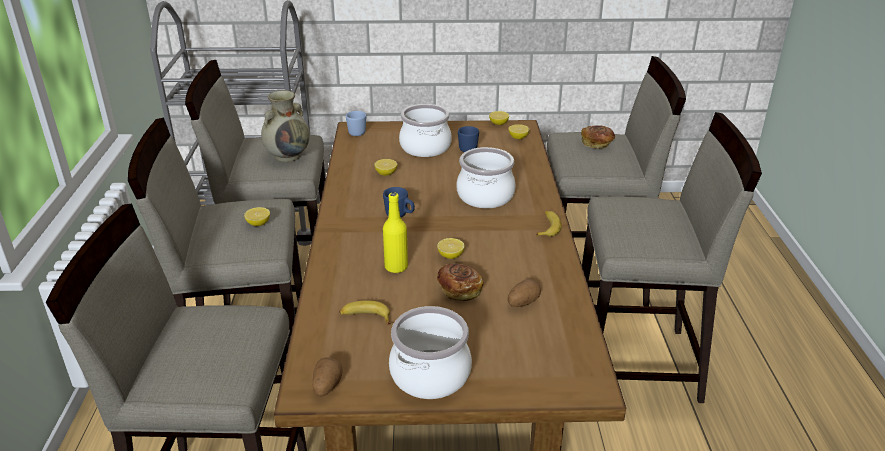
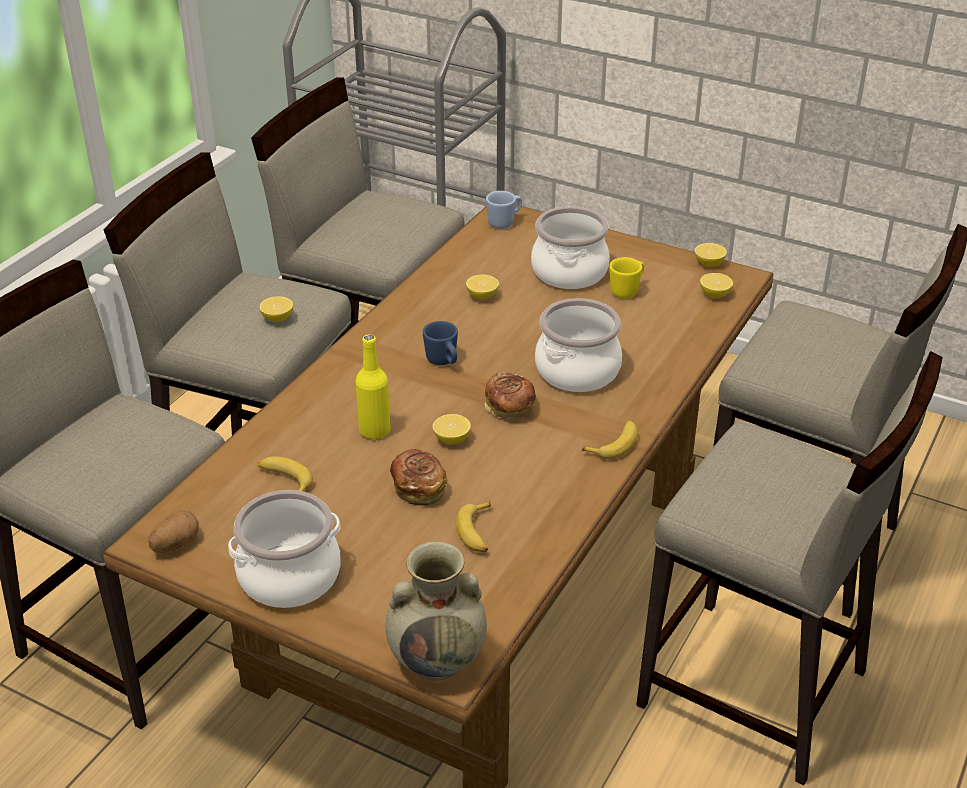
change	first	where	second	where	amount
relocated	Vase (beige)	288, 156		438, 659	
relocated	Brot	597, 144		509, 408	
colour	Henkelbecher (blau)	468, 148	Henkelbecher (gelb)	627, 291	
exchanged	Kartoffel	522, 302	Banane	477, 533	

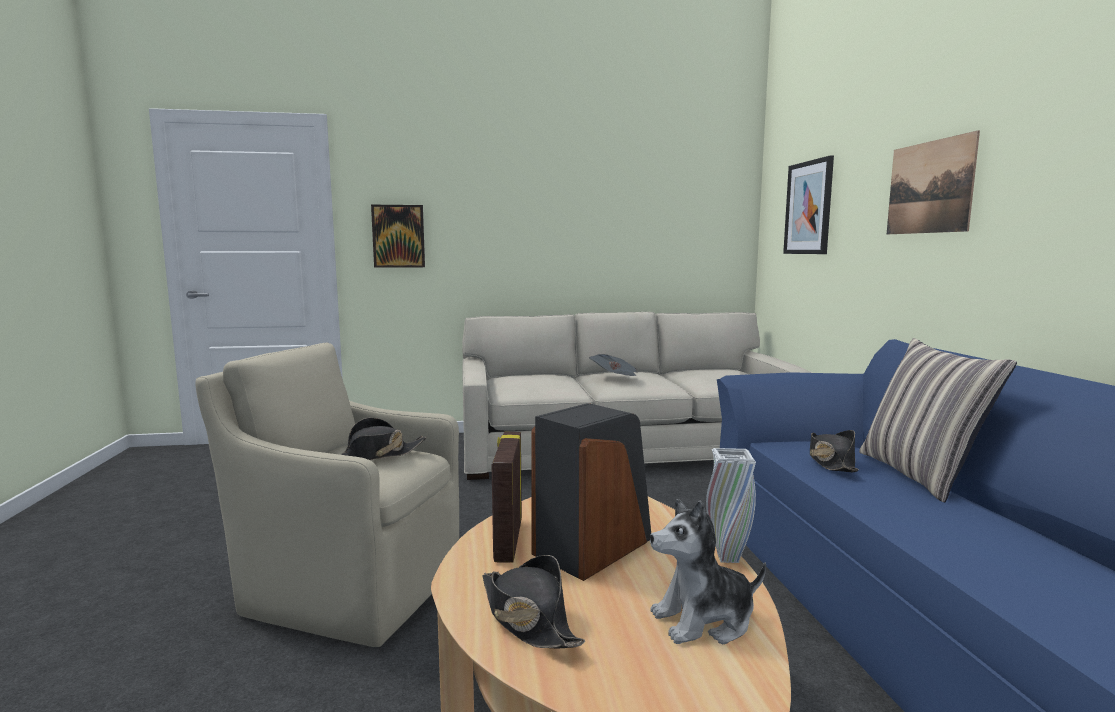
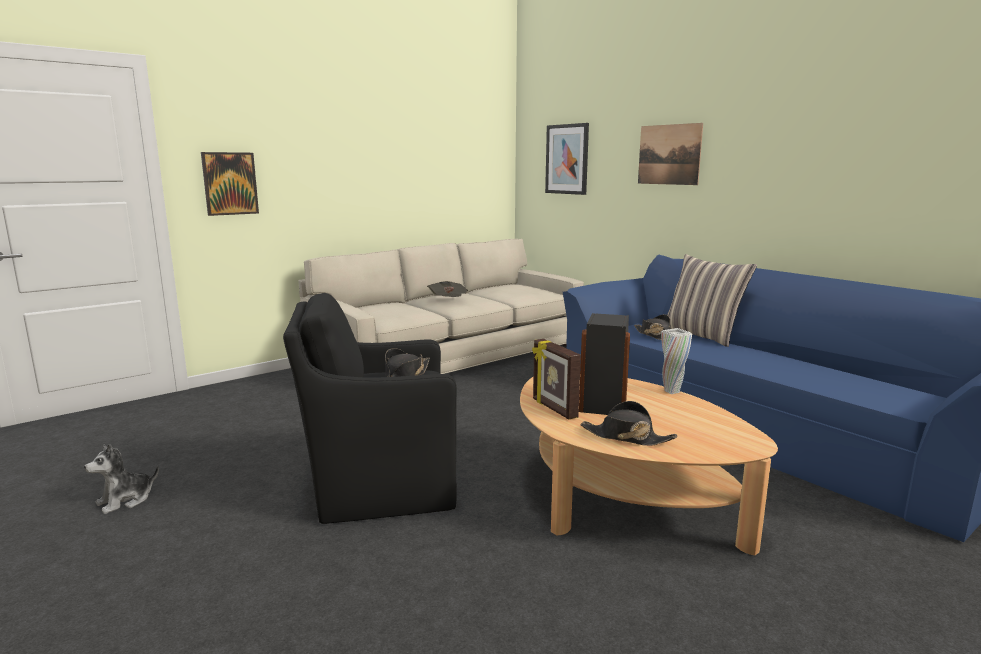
change	first	where	second	where	amount
colour	Sessel (beige)	350, 587	Sessel (schwarz)	379, 486	
relocated	Plüschtier	704, 620		125, 500	

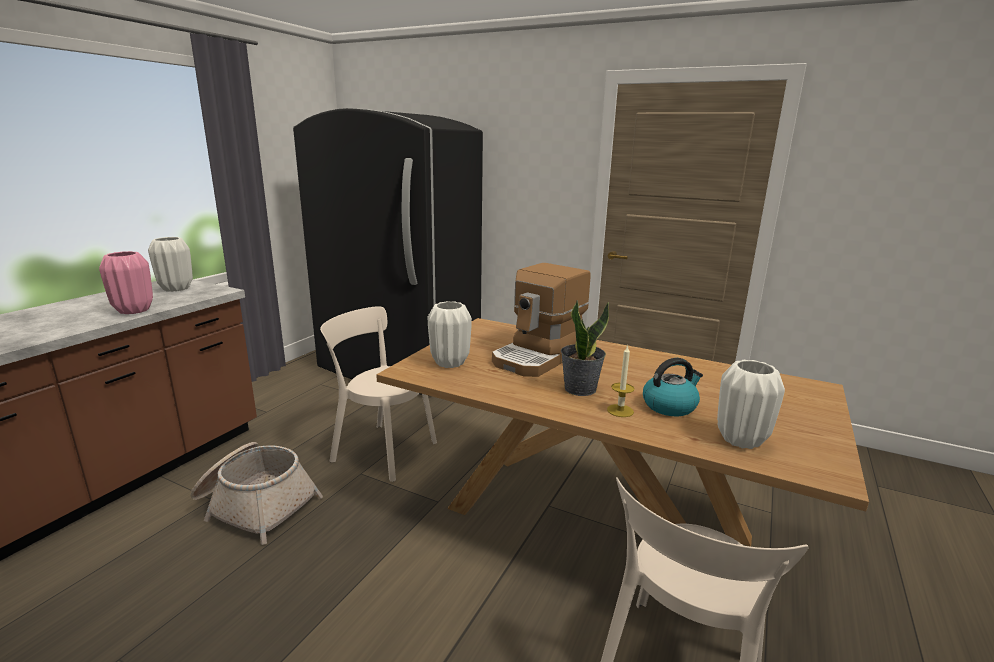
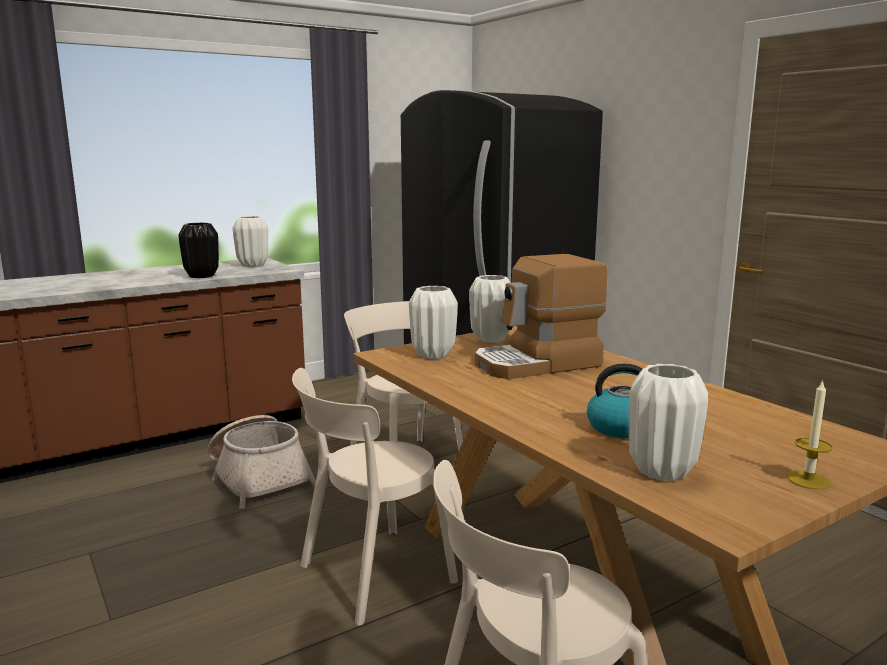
change	first	where	second	where	amount
colour	Vase (rosa)	133, 310	Vase (schwarz)	201, 276	
missing	Topfpflanze	579, 388			
relocated	Kerze	620, 410		808, 480	
appeared			Vase (weiß)	490, 339	
appeared			Stuhl (beige)	370, 576	

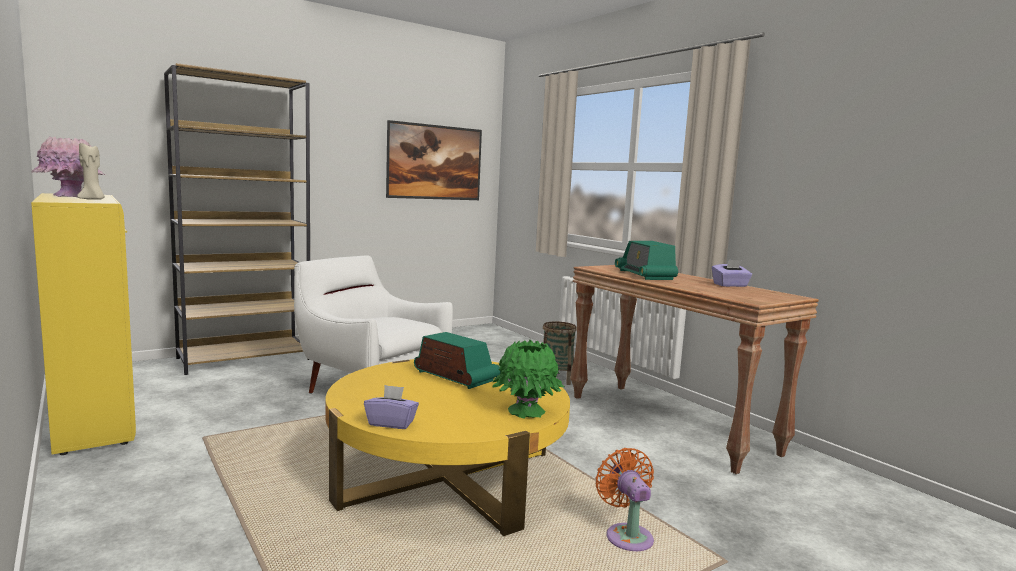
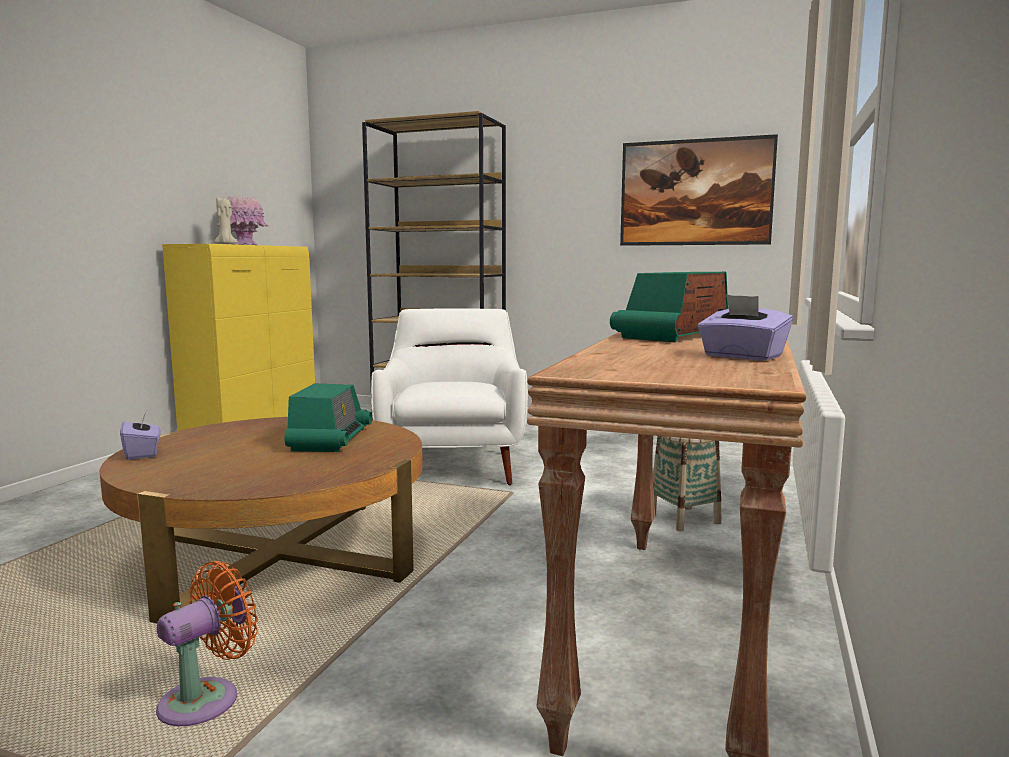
change	first	where	second	where	amount
missing	Vase (grün)	526, 411			
colour	Couchtisch (gelb)	447, 477	Couchtisch (braun)	277, 556	

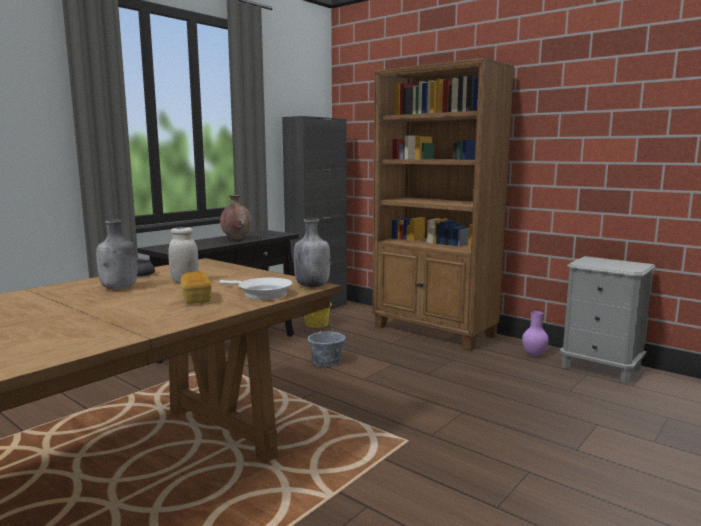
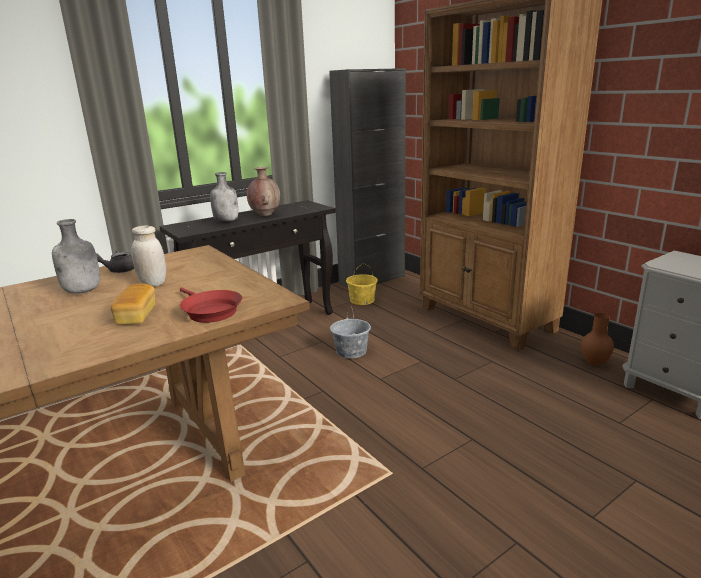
change	first	where	second	where	amount
relocated	Flasche (grau)	312, 286		227, 221	
colour	Pfanne (weiß)	261, 294	Pfanne (rot)	209, 311	
colour	Vase (lila)	534, 355	Vase (braun)	595, 363	

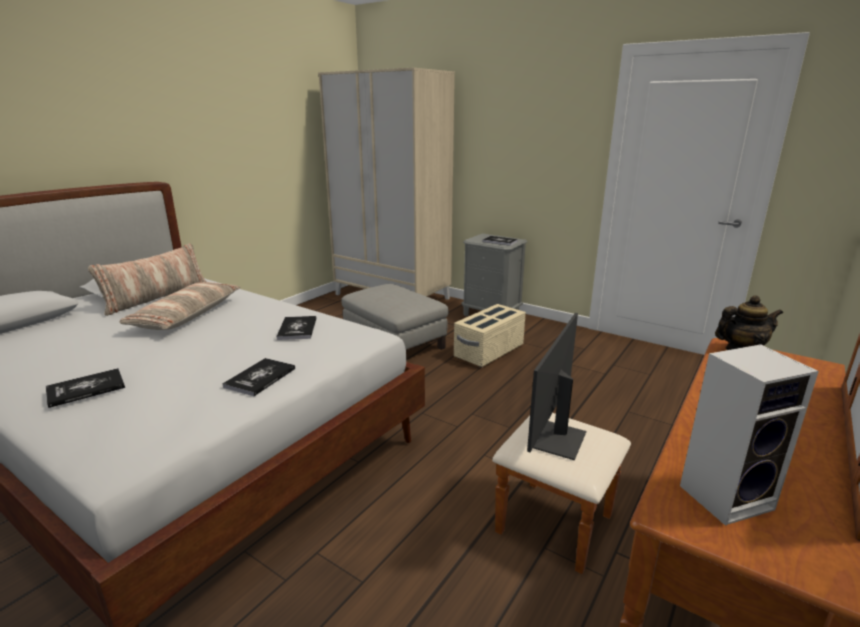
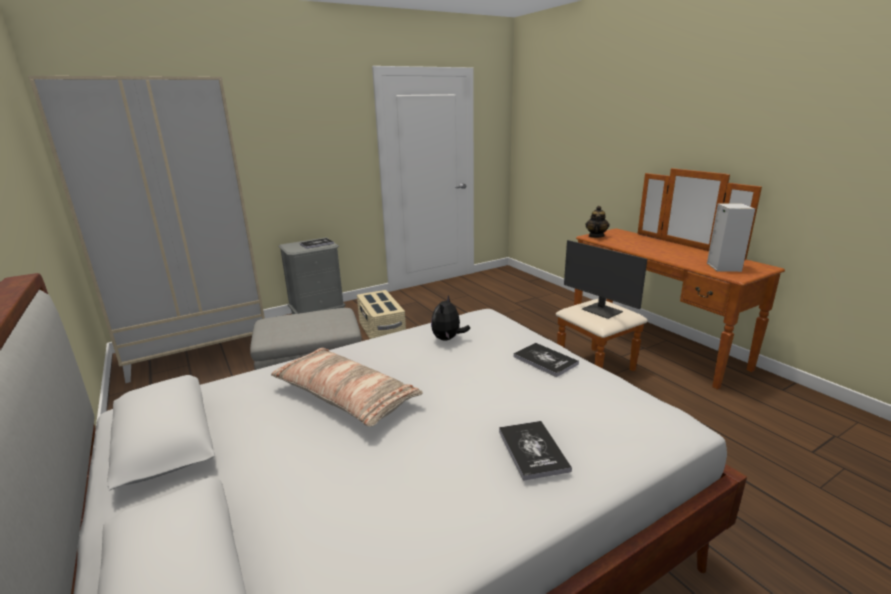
change	first	where	second	where	amount
missing	Kissen	156, 298			
exchanged	Buch	297, 329	Plüschtier	448, 339	

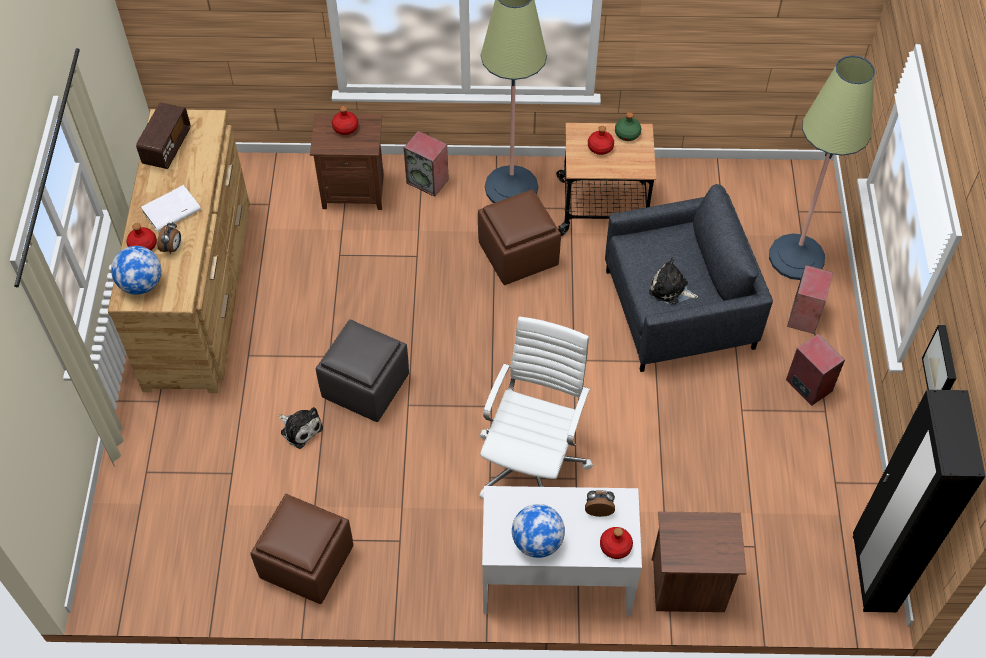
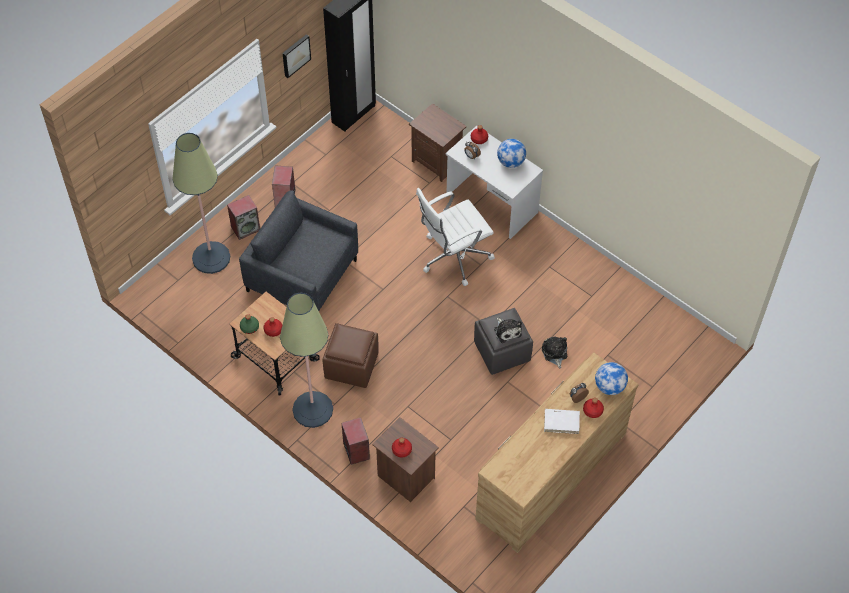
change	first	where	second	where	amount
missing	Radio	167, 147			
relocated	Plüschtier	670, 289		507, 331	
missing	Polsterhocker (braun)	307, 563			

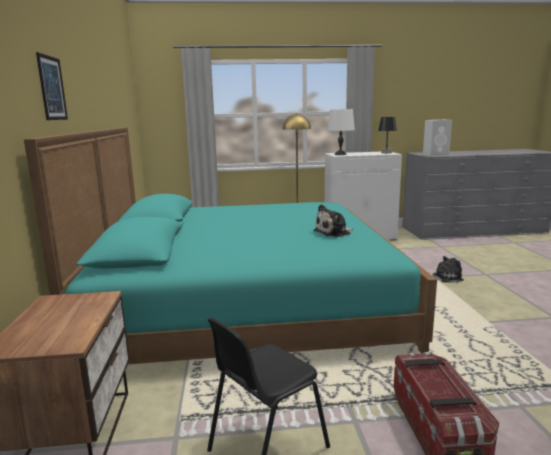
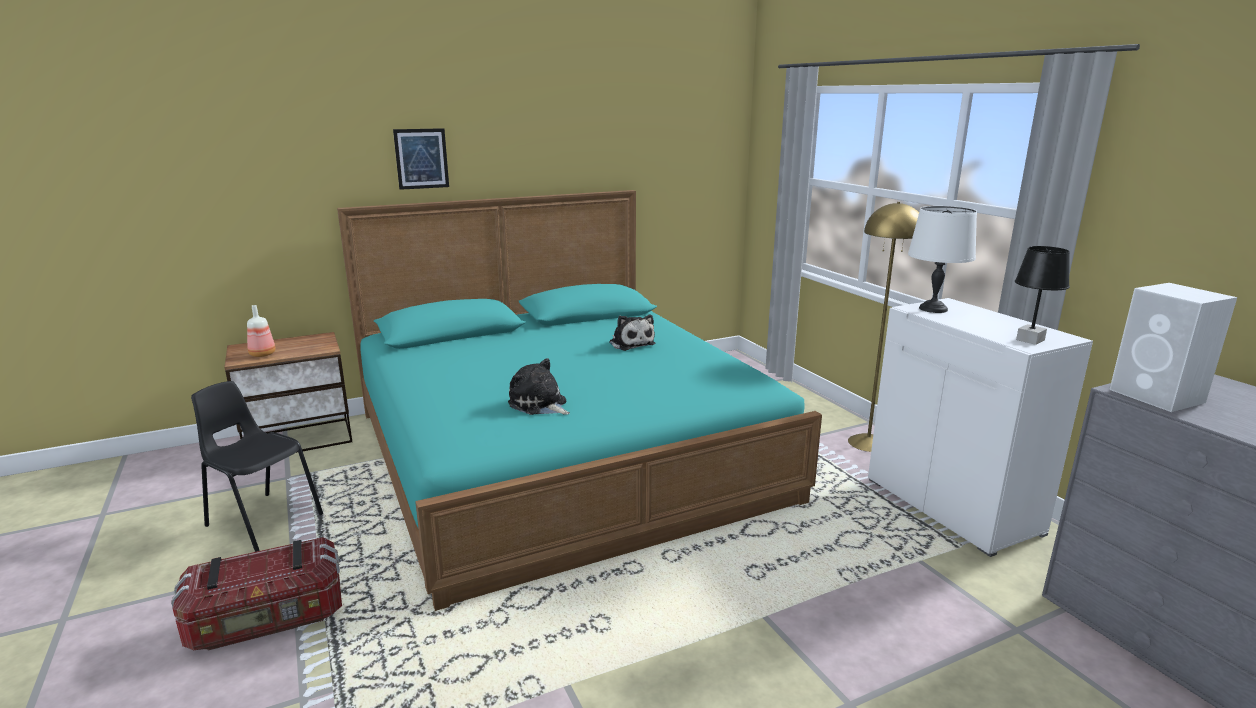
change	first	where	second	where	amount
relocated	Plüschtier	445, 278		631, 343	
appeared			Flasche	261, 354	

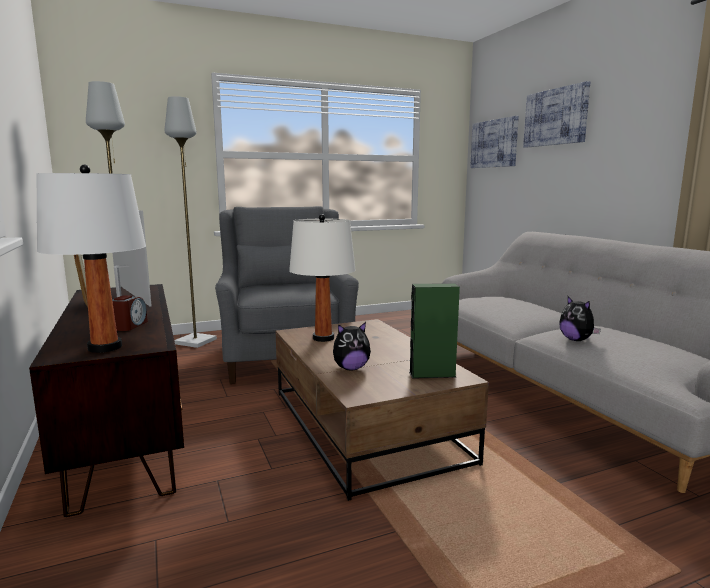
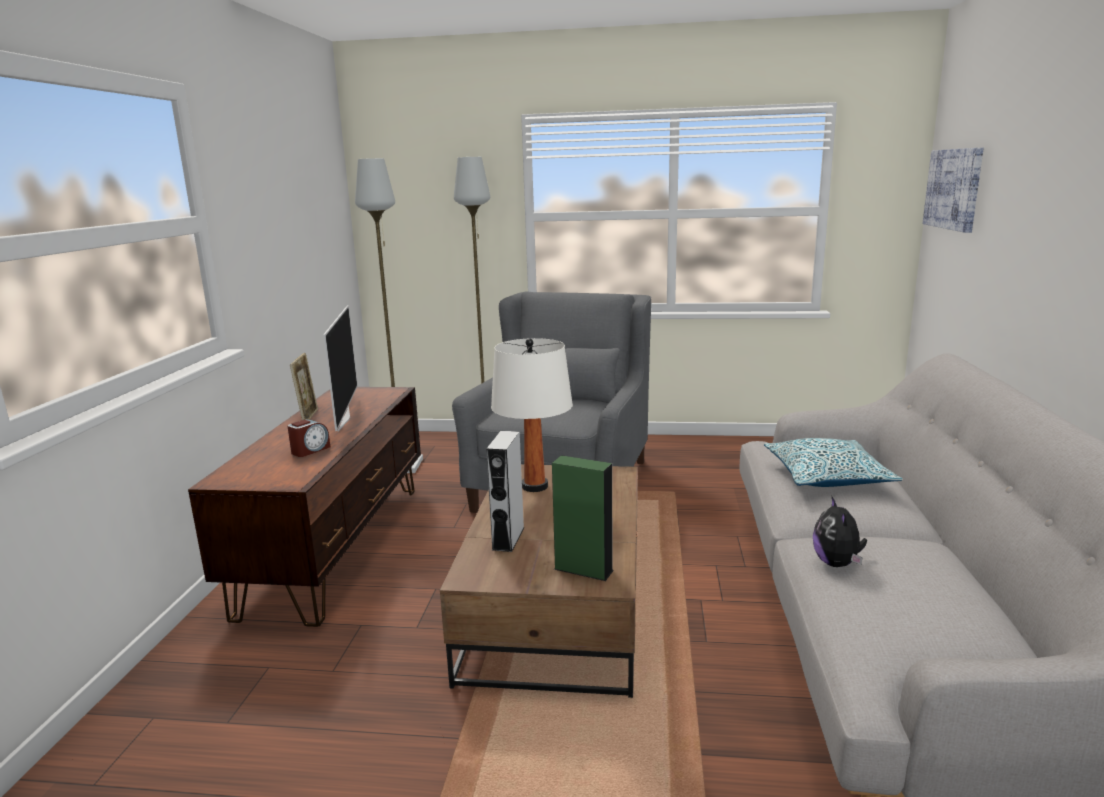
change	first	where	second	where	amount
missing	Bild	555, 117			
missing	Tischlampe (weiß)	105, 347			
exchanged	Plüschtier	351, 368	Lautsprecher (grau)	508, 538	
appeared			Kissen	827, 476	

